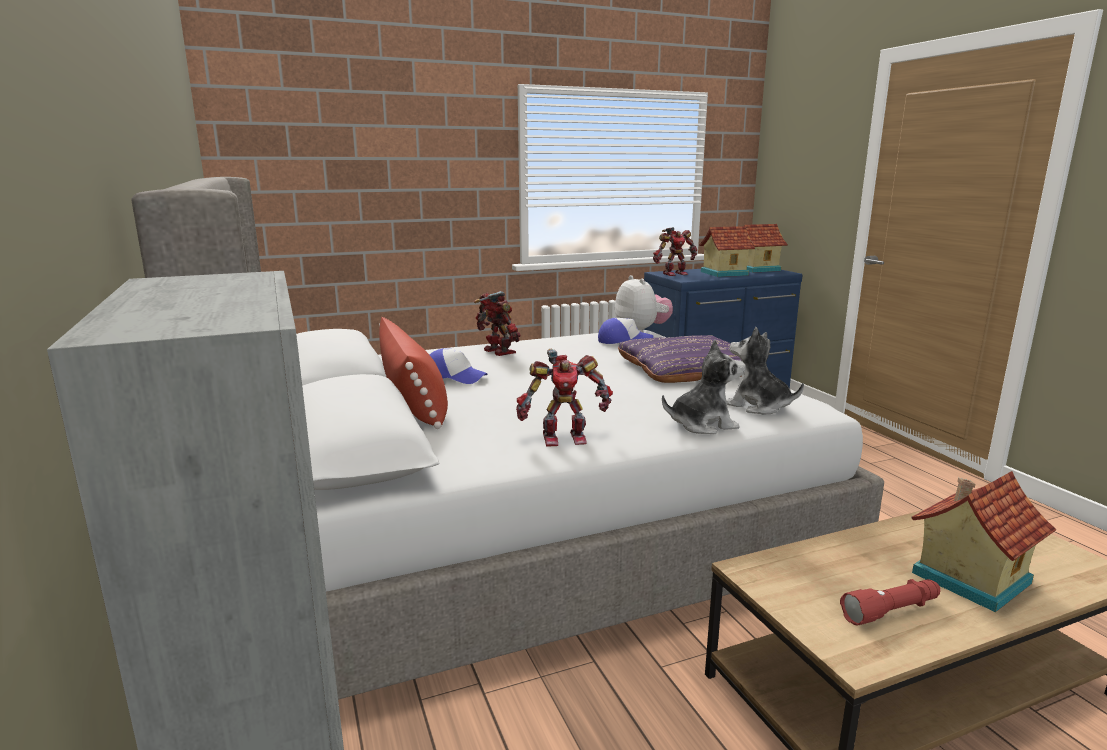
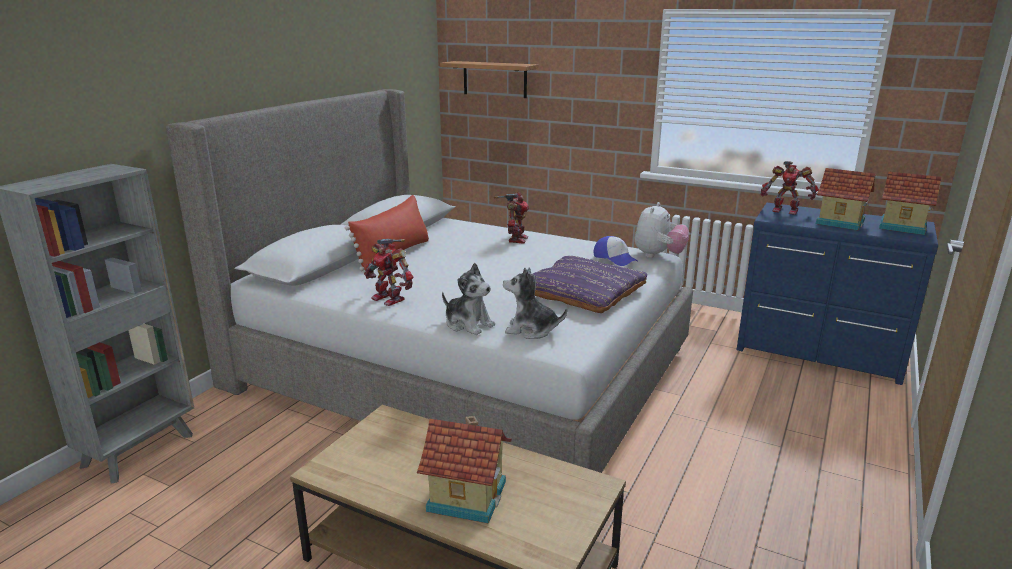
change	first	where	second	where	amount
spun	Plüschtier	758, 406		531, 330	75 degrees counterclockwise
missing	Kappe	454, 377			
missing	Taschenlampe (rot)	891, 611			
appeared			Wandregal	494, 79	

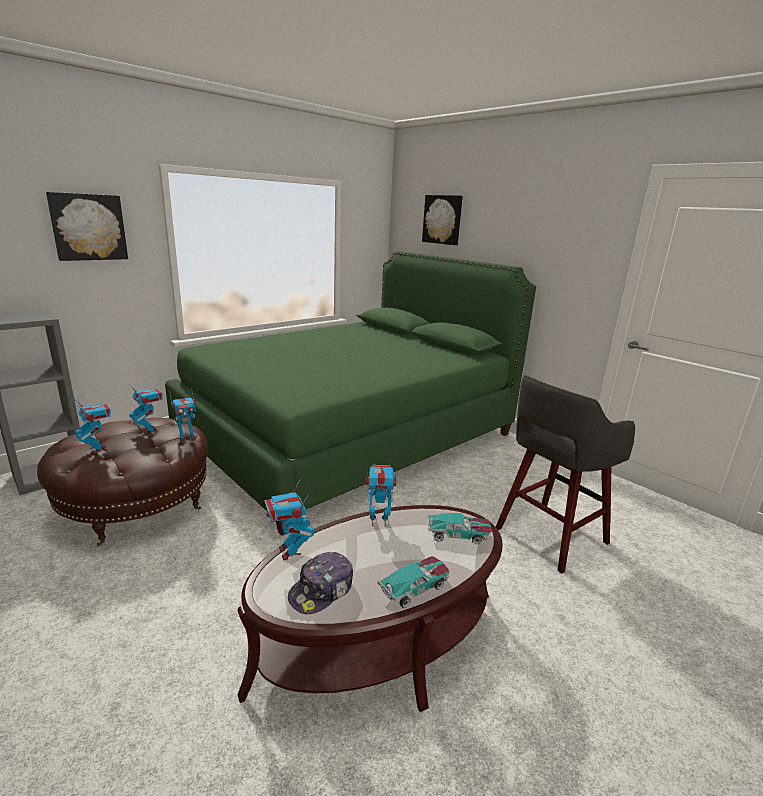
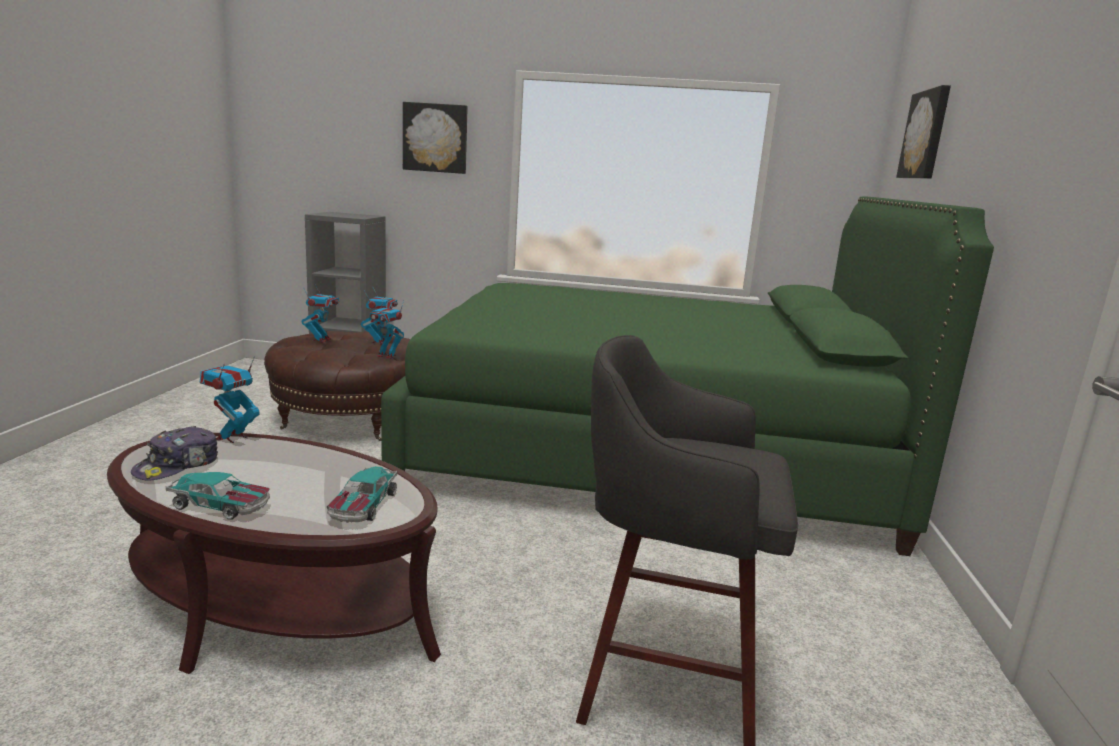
change	first	where	second	where	amount
missing	Spielzeugroboter	378, 521			
spun	Spielzeugauto	458, 534		363, 506	45 degrees clockwise
spun	Kappe	322, 591		178, 466	60 degrees counterclockwise

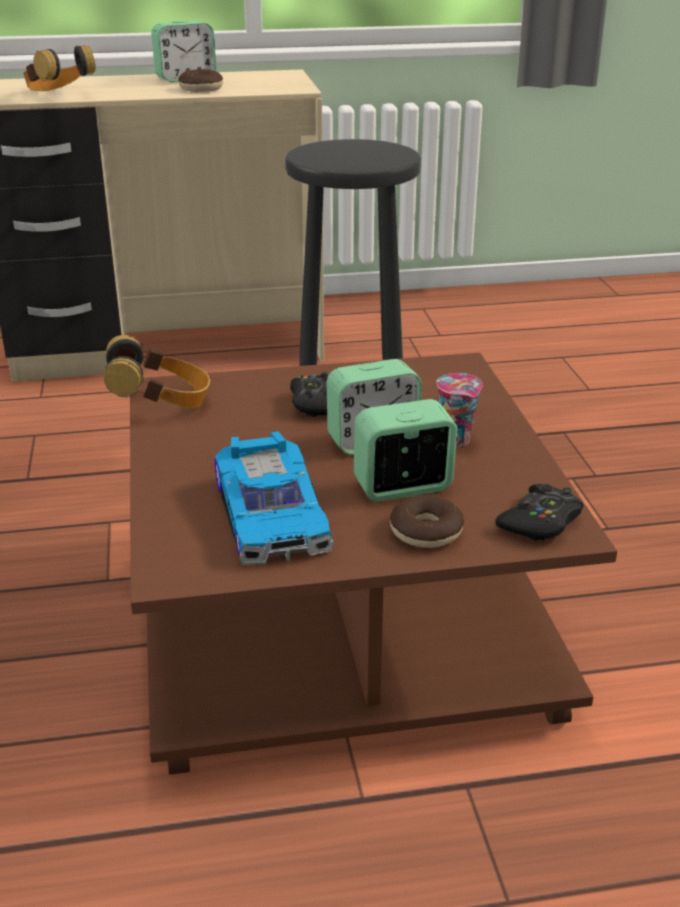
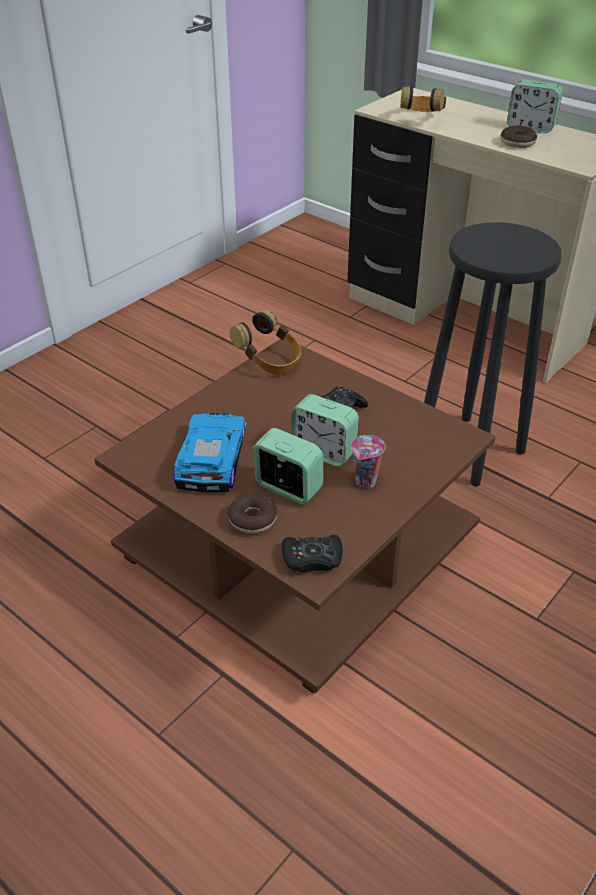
change	first	where	second	where	amount
spun	Spielzeugauto	273, 514		209, 458	150 degrees clockwise

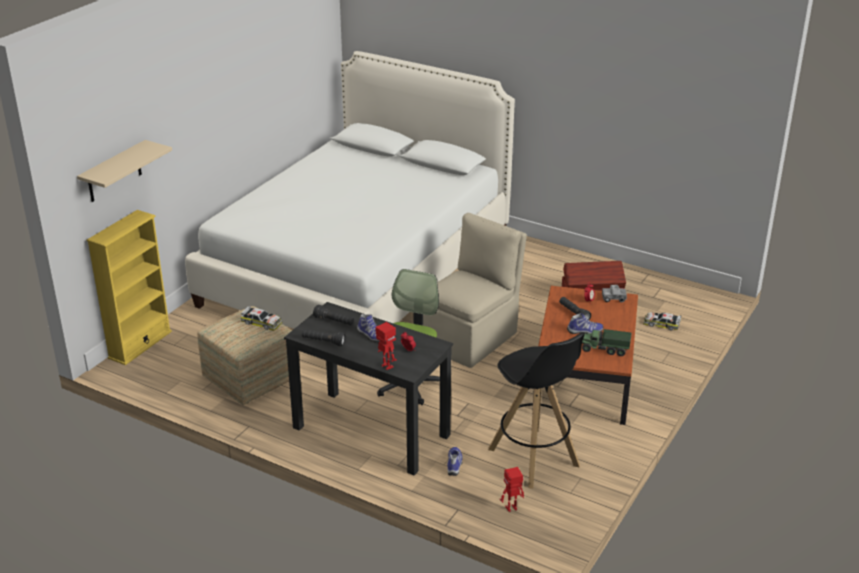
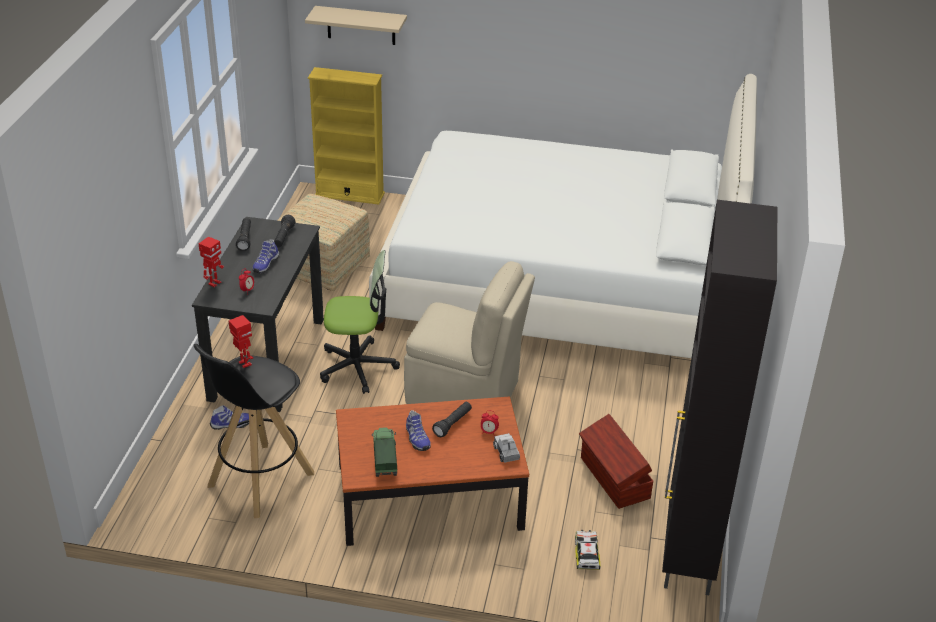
change	first	where	second	where	amount
missing	Spielzeugauto	261, 323			
relocated	Spielzeugroboter	511, 508		244, 364	
appeared			Schrank (schwarz)	688, 553	

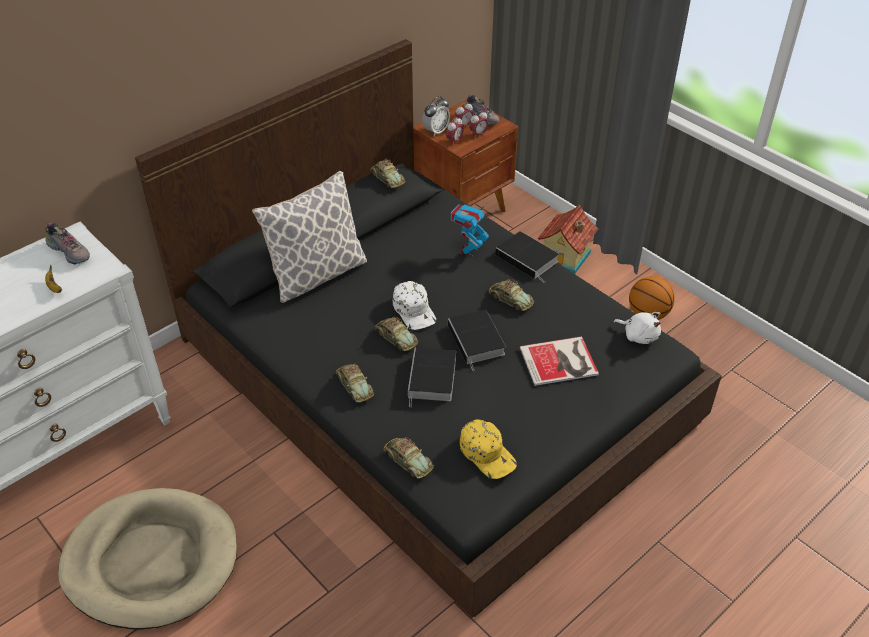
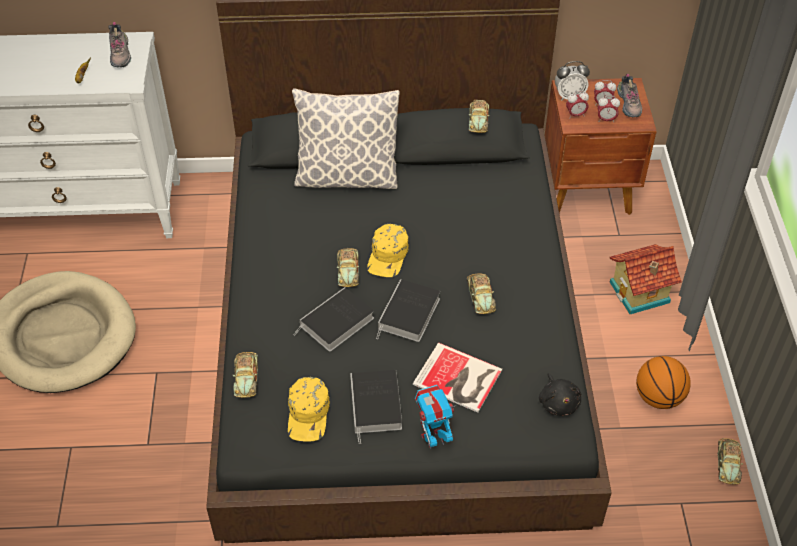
change	first	where	second	where	amount
relocated	Spielzeugroboter	468, 251		433, 438	
relocated	Buch	528, 259		376, 406	
colour	Kappe (weiß)	414, 310	Kappe (gelb)	388, 256	
colour	Plüschtier (weiß)	639, 335	Plüschtier (schwarz)	558, 402	
relocated	Spielzeugauto	354, 386		728, 463	

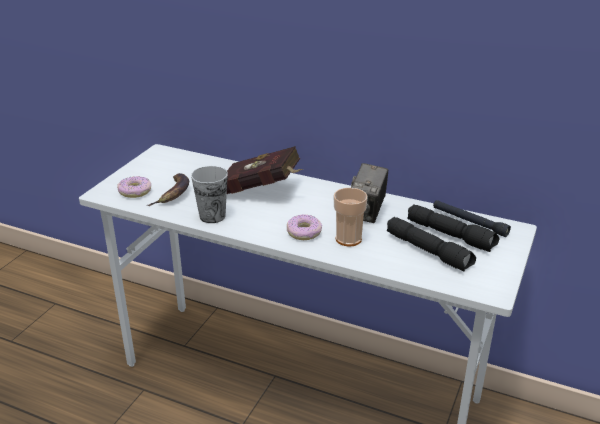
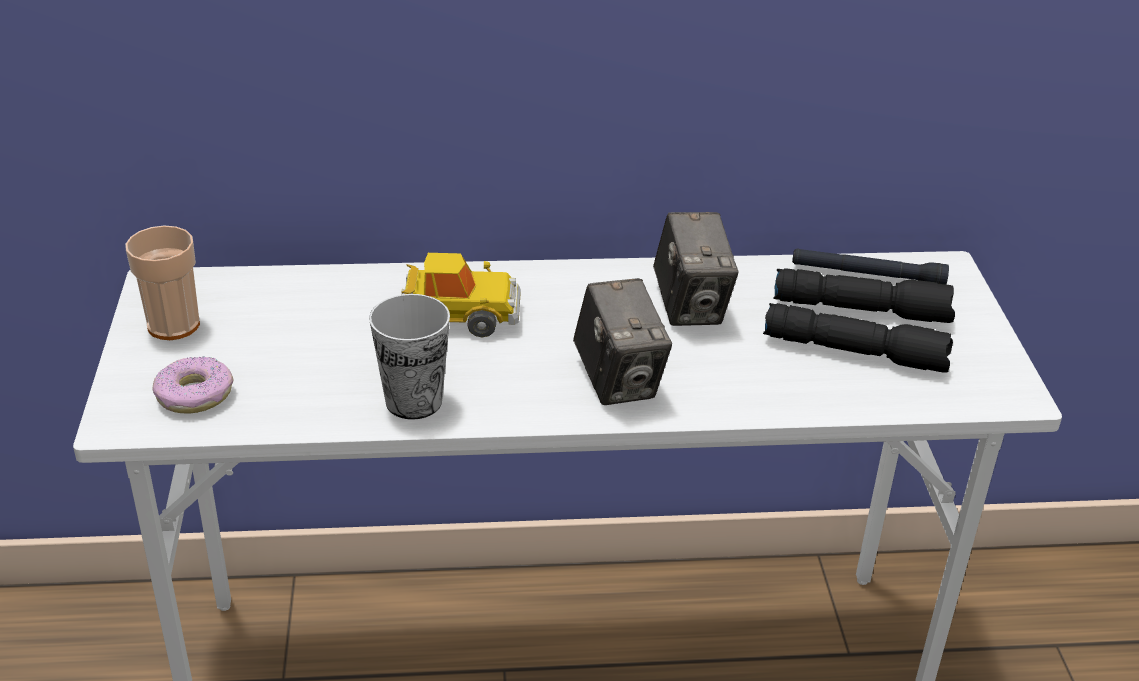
change	first	where	second	where	amount
exchanged	Buch (rot)	262, 191	Spielzeugauto	460, 316	
missing	Banane	173, 194			
relocated	Tasse	348, 239		173, 325	
exchanged	Donut	304, 232	Kamera	618, 381	

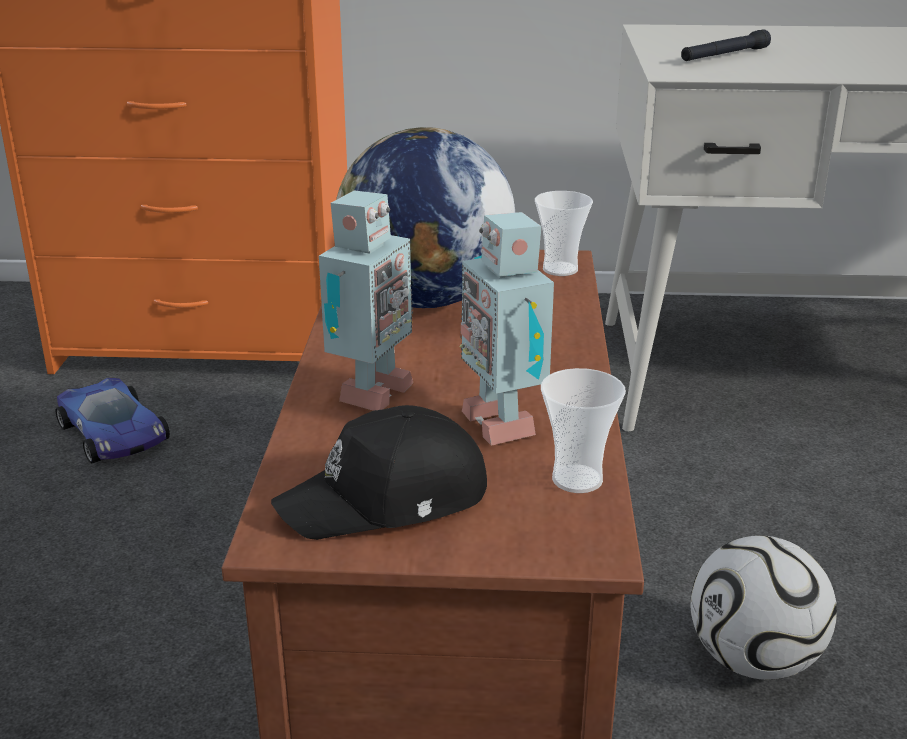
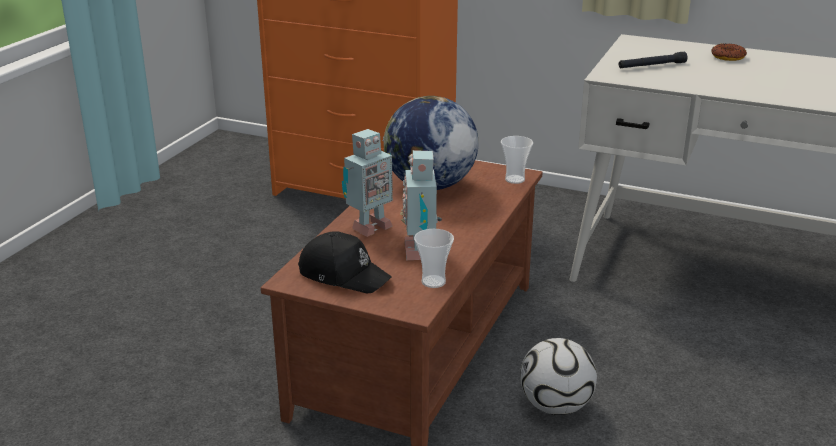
change	first	where	second	where	amount
missing	Spielzeugauto	114, 434			
spun	Kappe (schwarz)	387, 500		344, 274	150 degrees counterclockwise
appeared			Donut	727, 57	

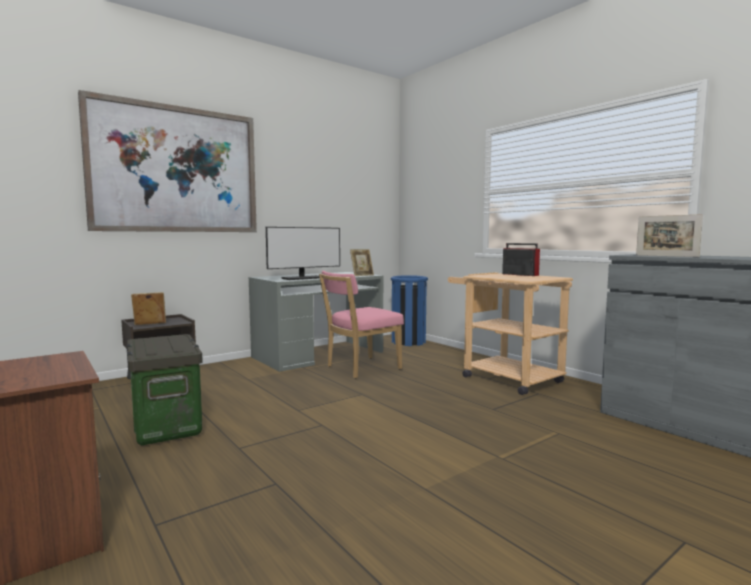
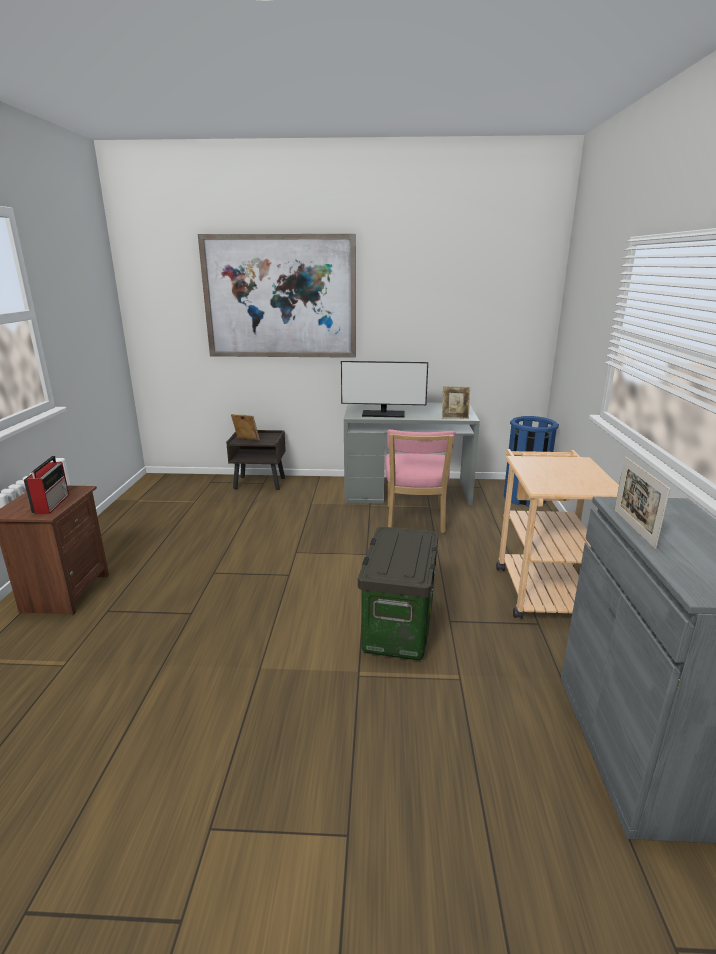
change	first	where	second	where	amount
relocated	Radio	519, 274		52, 503	
spun	Stuhl (rosa)	360, 368		415, 521	90 degrees counterclockwise
relocated	Aufbewahrungsbox	165, 424		397, 626	

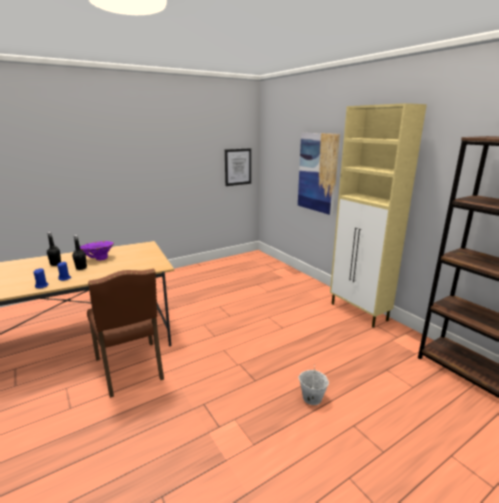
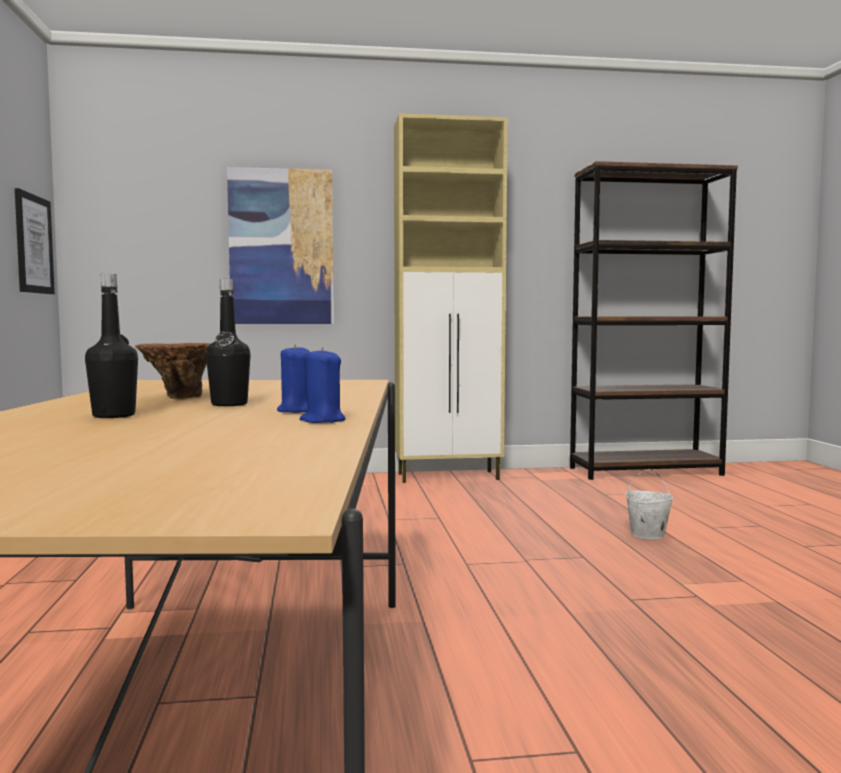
change	first	where	second	where	amount
colour	Vase (lila)	98, 259	Vase (braun)	180, 397	
missing	Stuhl (braun)	131, 369			

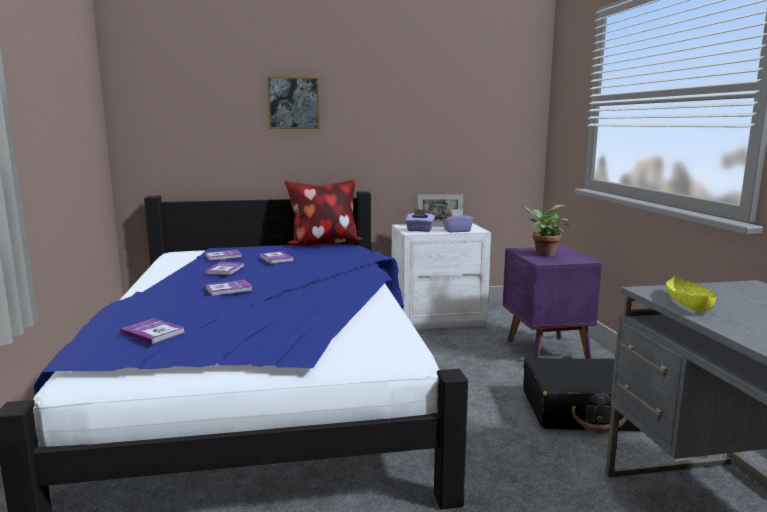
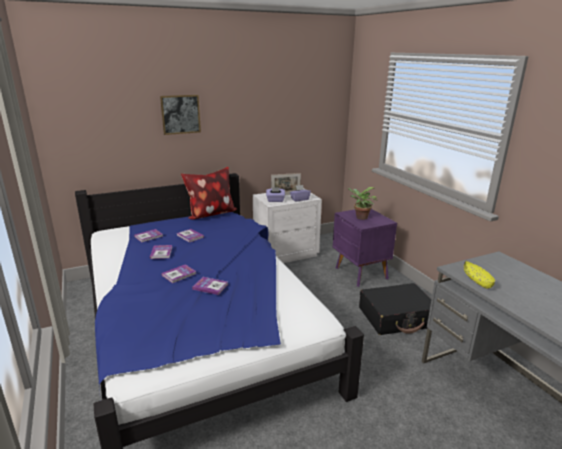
change	first	where	second	where	amount
relocated	Buch	153, 333		210, 286	

